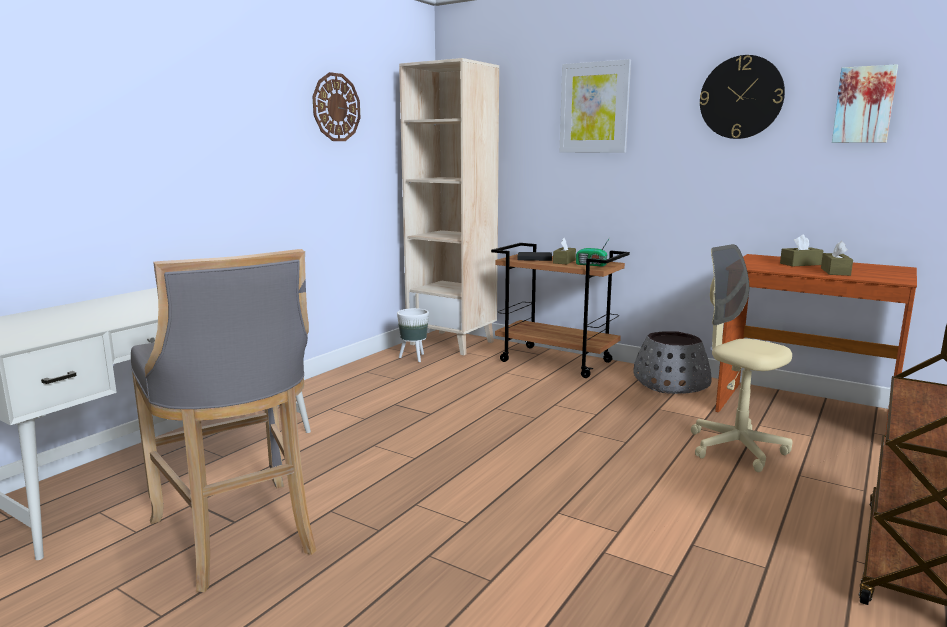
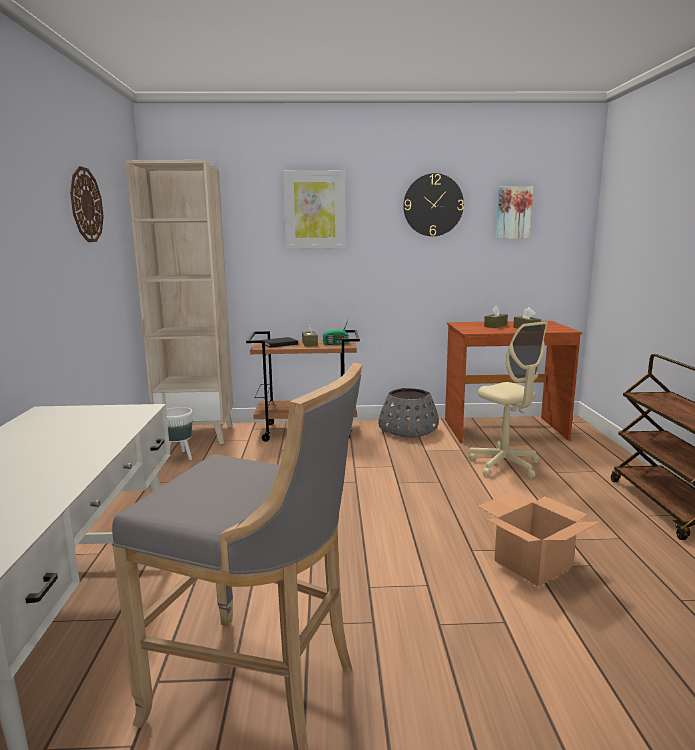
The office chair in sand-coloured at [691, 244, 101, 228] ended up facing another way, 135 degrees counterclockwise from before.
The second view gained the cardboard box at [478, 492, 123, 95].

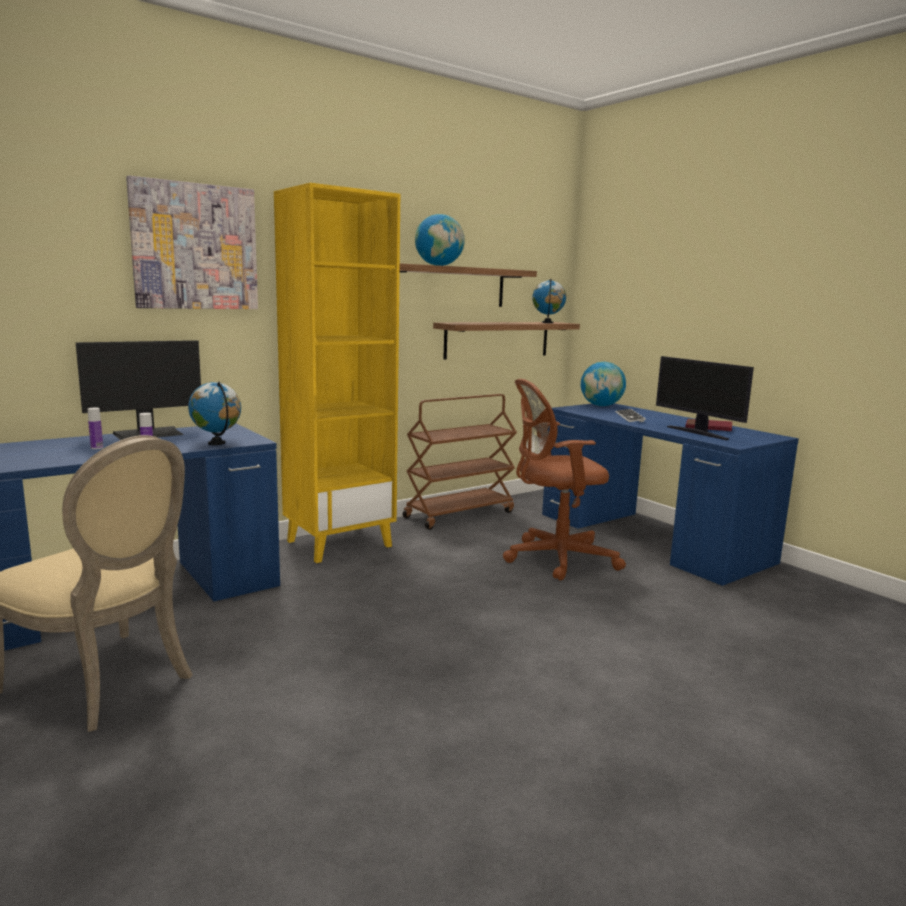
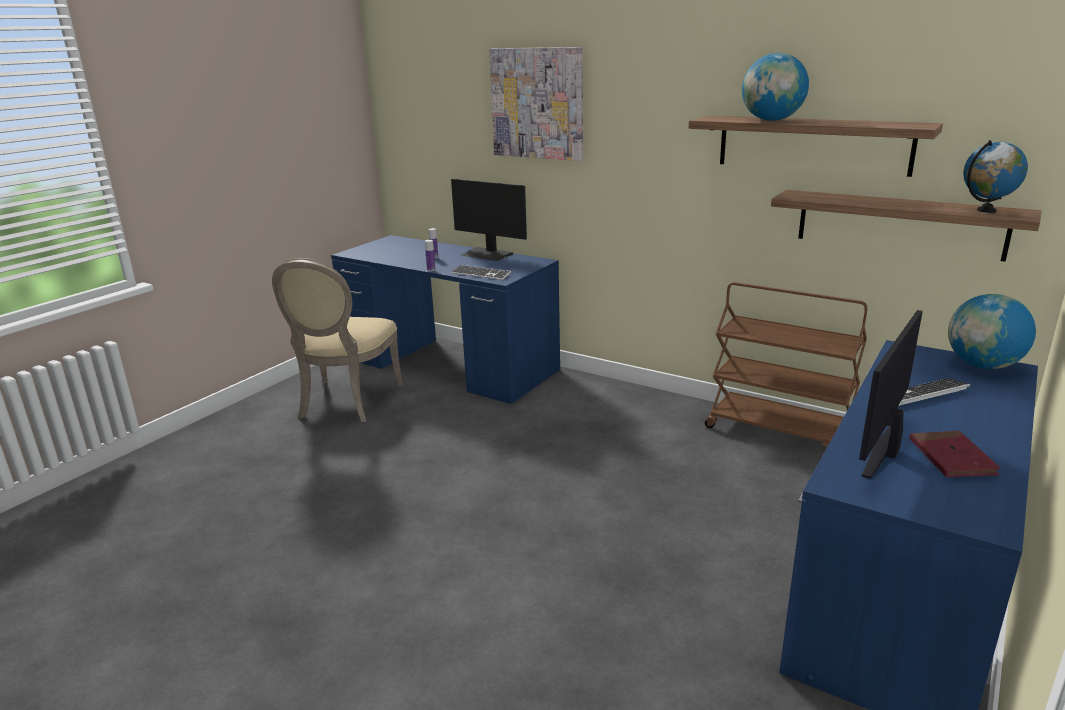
Where the globe stood at [188, 382, 53, 63], the PC keyboard came to stand at [451, 265, 60, 15].
The second view lost the bookshelf in yellowish at [274, 183, 126, 380].
The second view lost the office chair in brown-coloured at [503, 379, 123, 202].

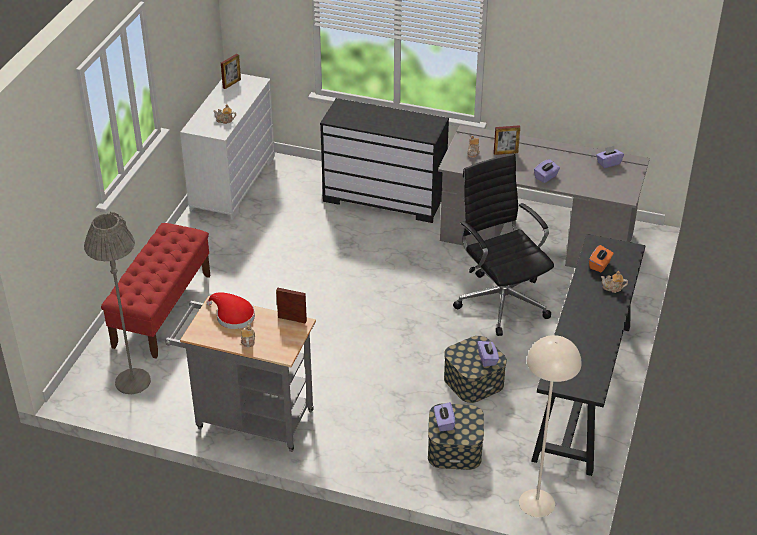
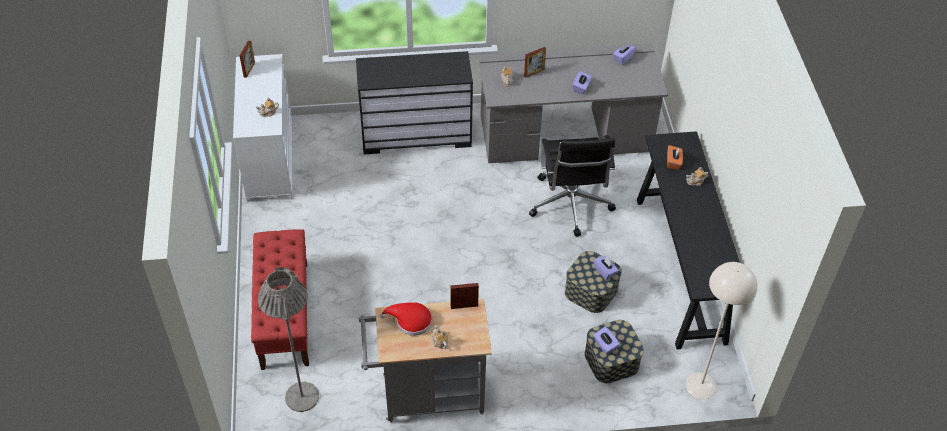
The office chair in blackish at [453, 154, 101, 182] ended up facing another way, 135 degrees counterclockwise from before.

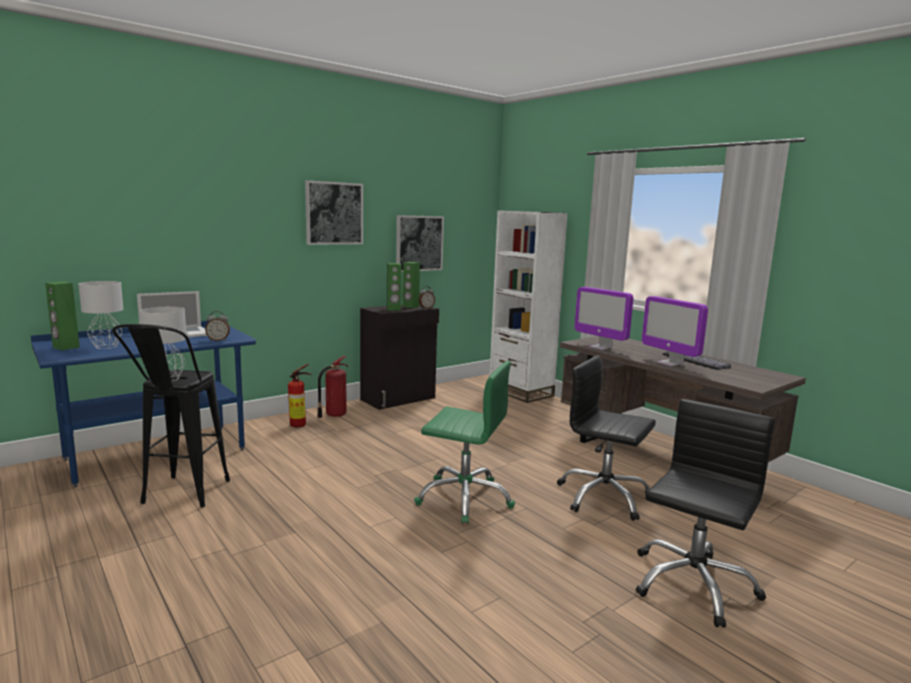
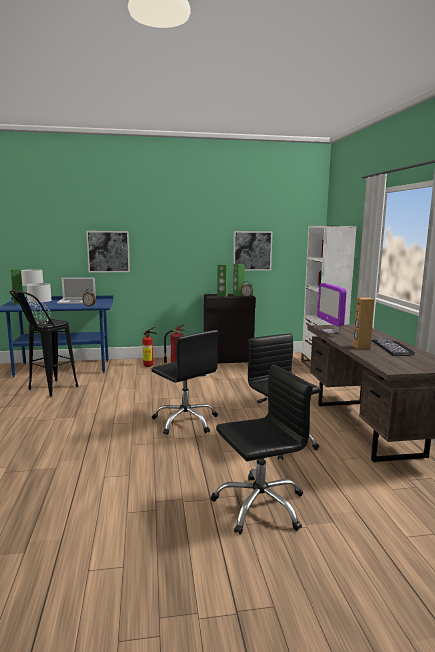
The picture ended up elsewhere, having gone from [305, 180, 58, 65] to [86, 231, 44, 42].
What was the office chair in greenish at [414, 361, 101, 163] turned into the office chair in blackish at [151, 330, 67, 105].
Where the computer display stood at [642, 296, 66, 70], the loudspeaker in brown-coloured came to stand at [353, 297, 21, 52].

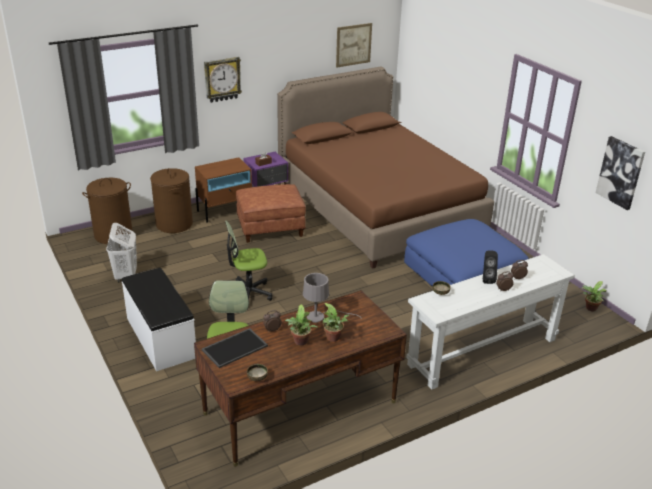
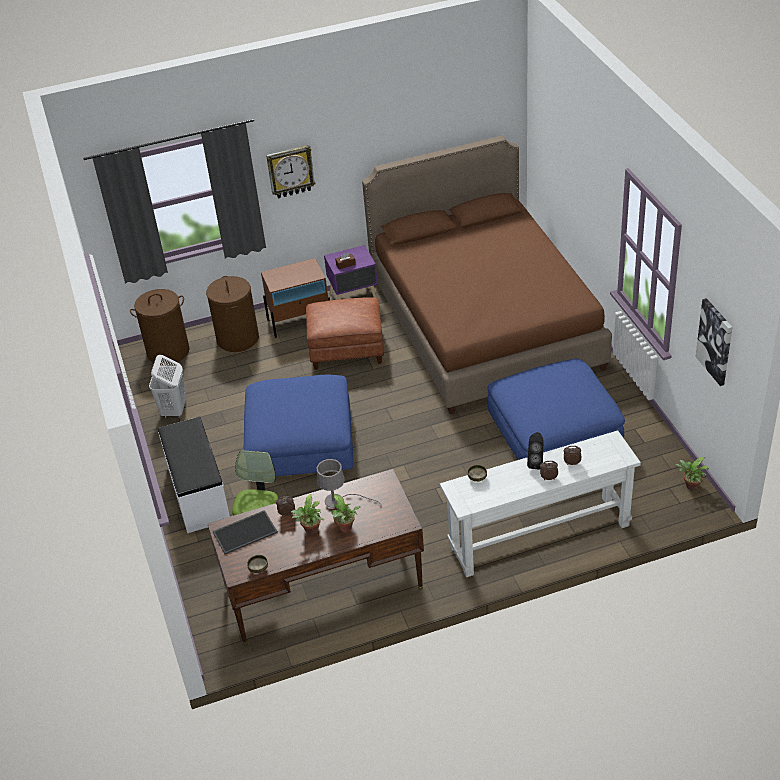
Where the office chair stood at [225, 221, 47, 80], the pouffe in blue-coloured came to stand at [244, 375, 109, 101].
The second view lost the picture at [336, 23, 36, 44].

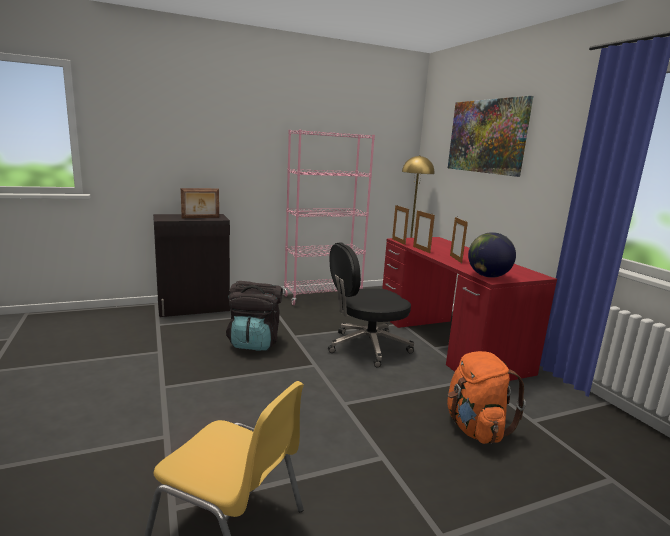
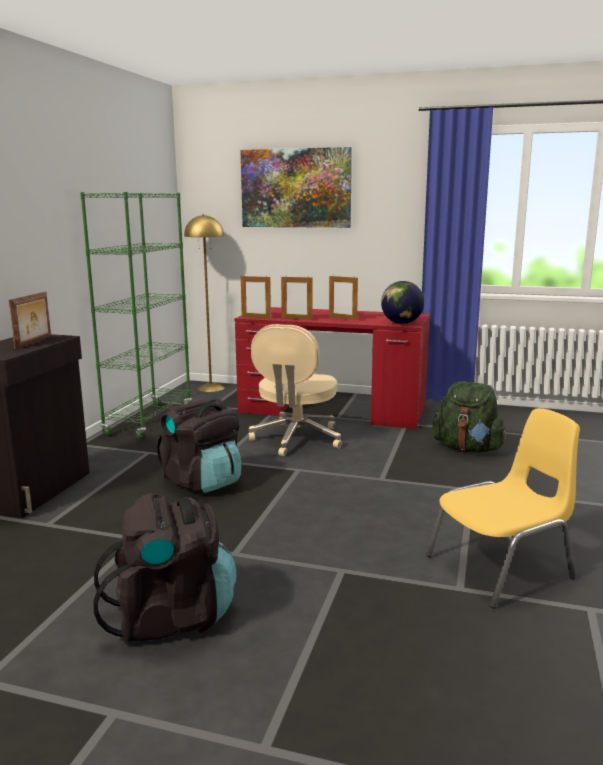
What was the bookshelf in pinkish at [283, 130, 92, 175] turned into the bookshelf in greenish at [80, 192, 112, 247].
The second view gained the rucksack in blackish at [94, 494, 142, 149].
What was the office chair in blackish at [328, 242, 86, 126] turned into the office chair in sand-coloured at [248, 324, 94, 132].
What was the rucksack in orange at [447, 351, 79, 93] turned into the rucksack in greenish at [432, 381, 75, 72].

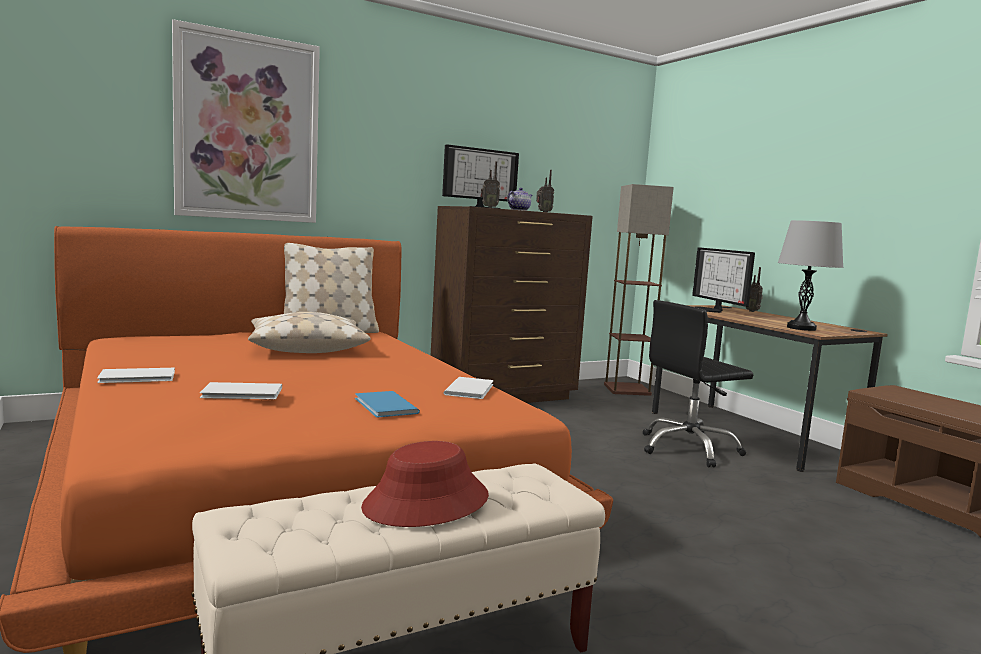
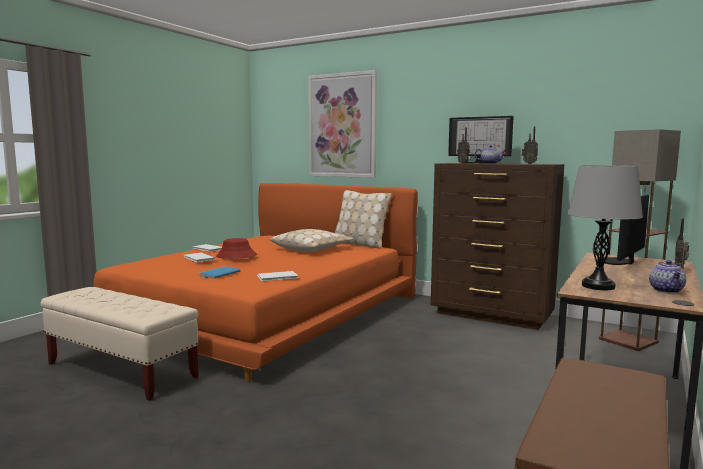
The clothing hat in reddish ended up elsewhere, having gone from [361, 441, 128, 86] to [216, 238, 41, 21].
The second view gained the pot for tea at [649, 260, 37, 33].
The second view lost the office chair in blackish at [643, 300, 110, 167].

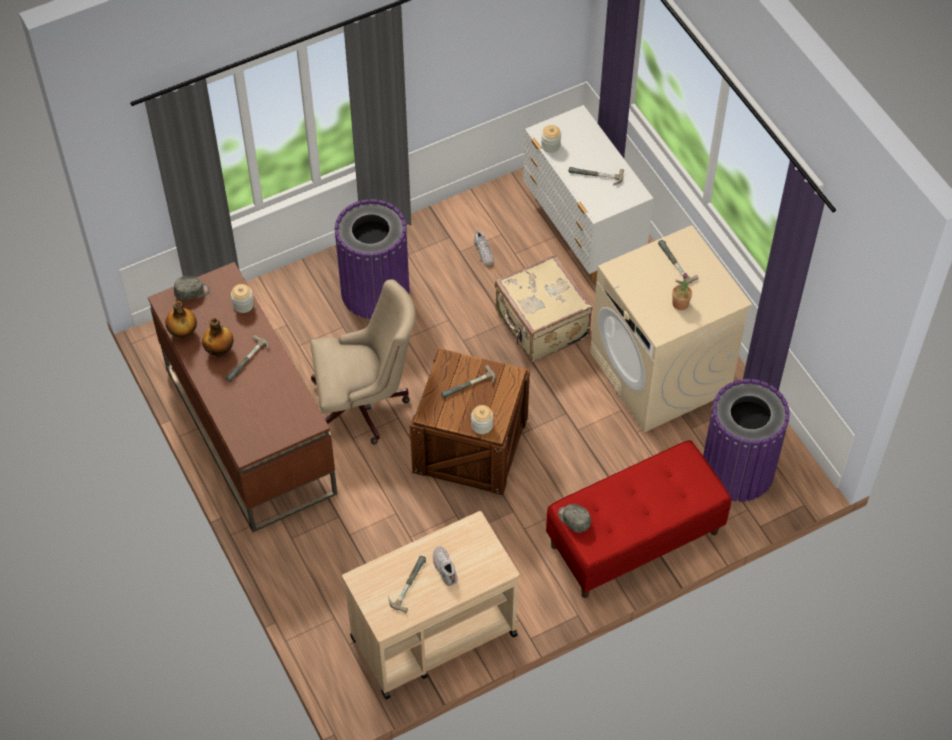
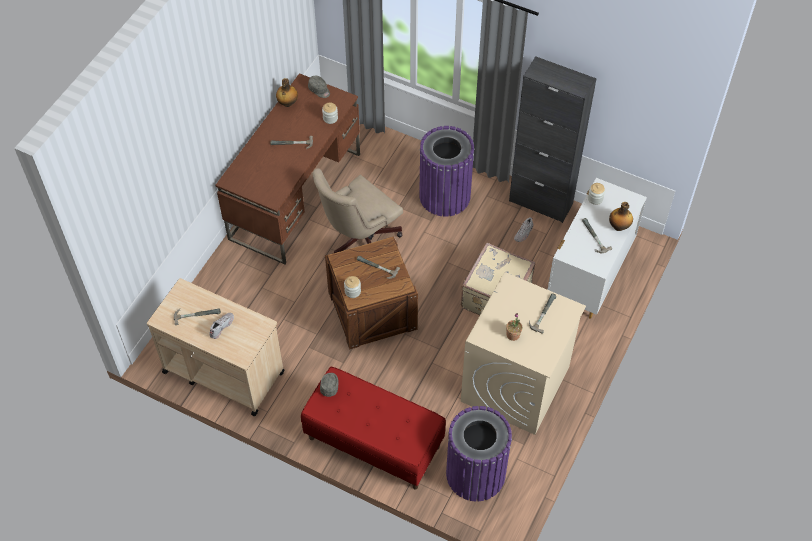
The office chair in sand-coloured at [311, 279, 105, 166] ended up facing another way, 90 degrees clockwise from before.
The second view gained the storage cabinet in blackish at [509, 56, 88, 167].
The bottle ended up elsewhere, having gone from [202, 318, 31, 39] to [609, 202, 24, 29].

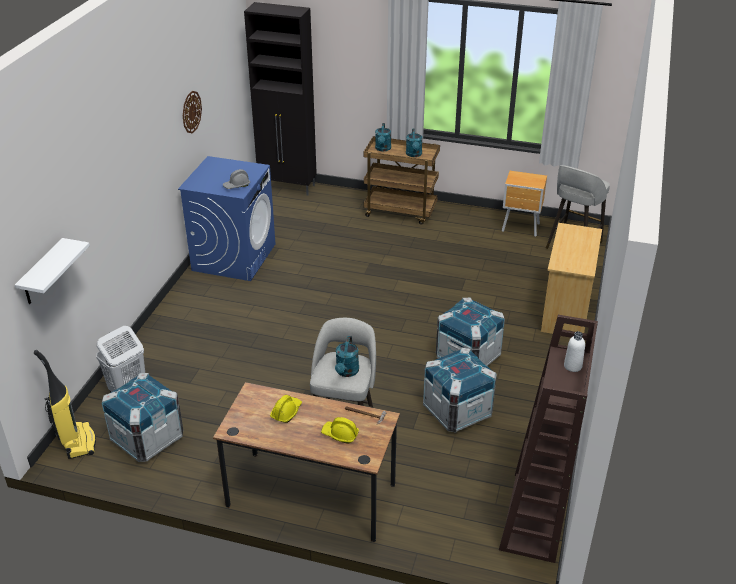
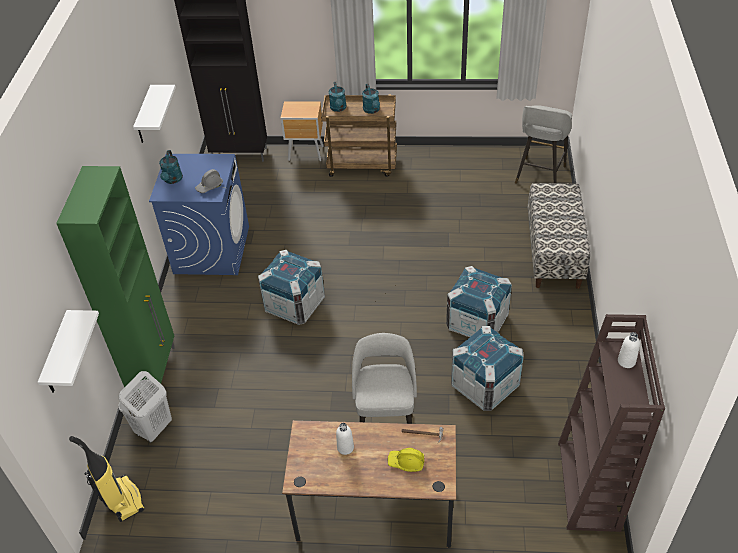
The second view gained the storage cabinet in greenish at [56, 166, 119, 233].
Where the hanging clock hung at [183, 91, 19, 42], the bracket shelf in white-coloured came to hang at [133, 85, 43, 58].
The watering pot in turquoise ended up elsewhere, having gone from [335, 336, 24, 41] to [159, 150, 24, 34].
The shipping crate ended up elsewhere, having gone from [102, 373, 81, 89] to [258, 250, 67, 75].
The nightstand in brown-coloured ended up elsewhere, having gone from [502, 171, 45, 66] to [281, 102, 43, 59].
Where the safety helmet in yellowish stood at [270, 395, 32, 28], the bottle in white-coloured came to stand at [336, 423, 18, 32].
Where the chest of drawers in sand-coloured stood at [541, 223, 61, 111], the bench came to stand at [527, 183, 63, 106].

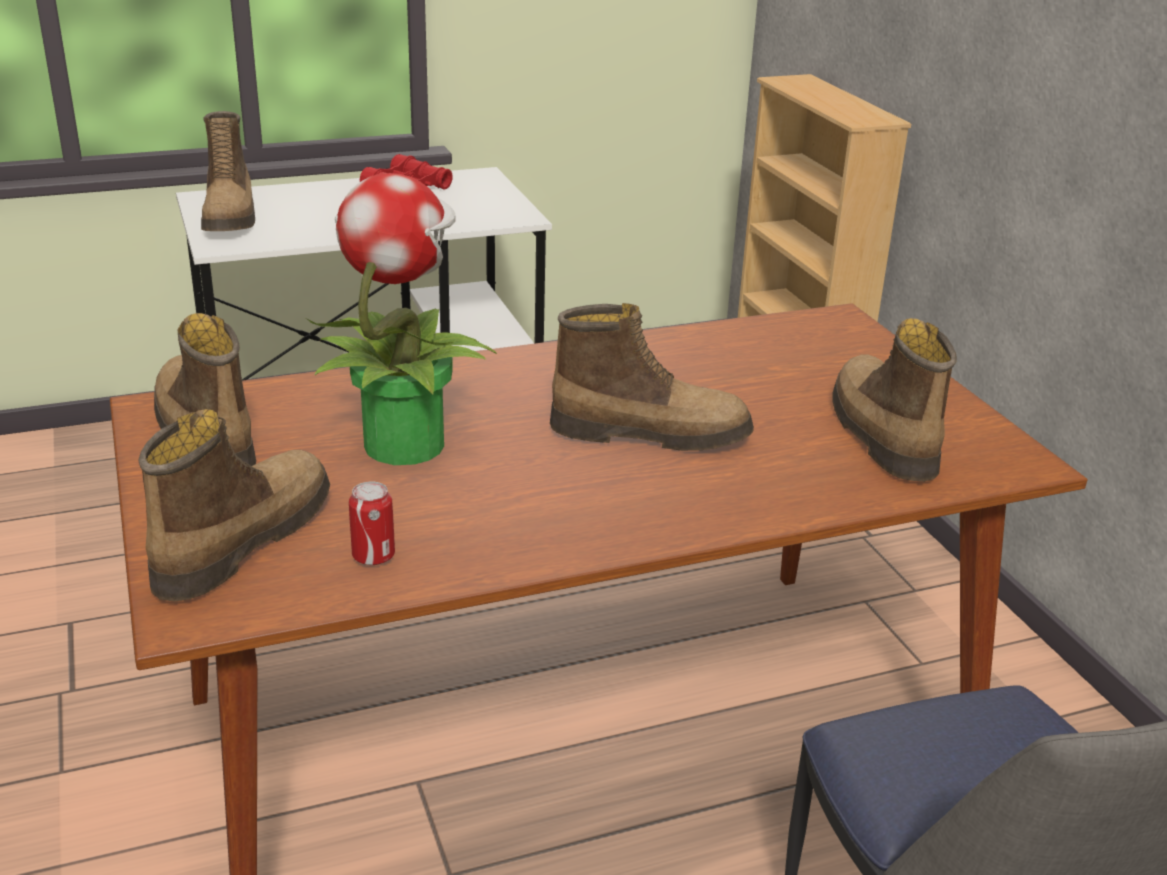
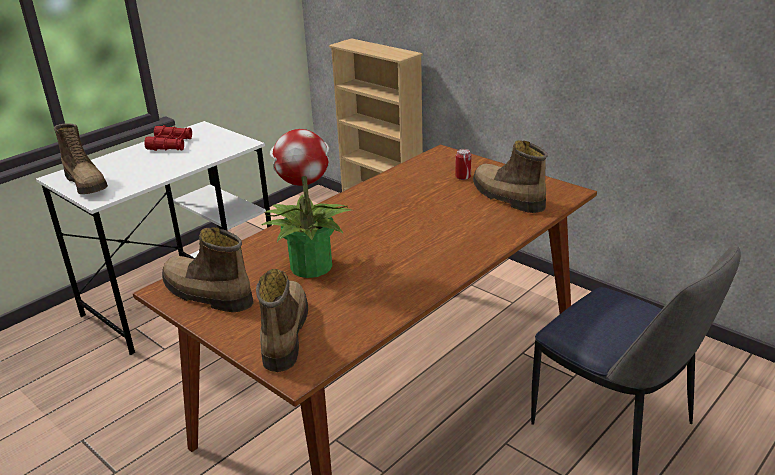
The sealed can ended up elsewhere, having gone from [349, 481, 46, 84] to [455, 149, 16, 31].
The second view lost the tall boot at [550, 303, 204, 148].

